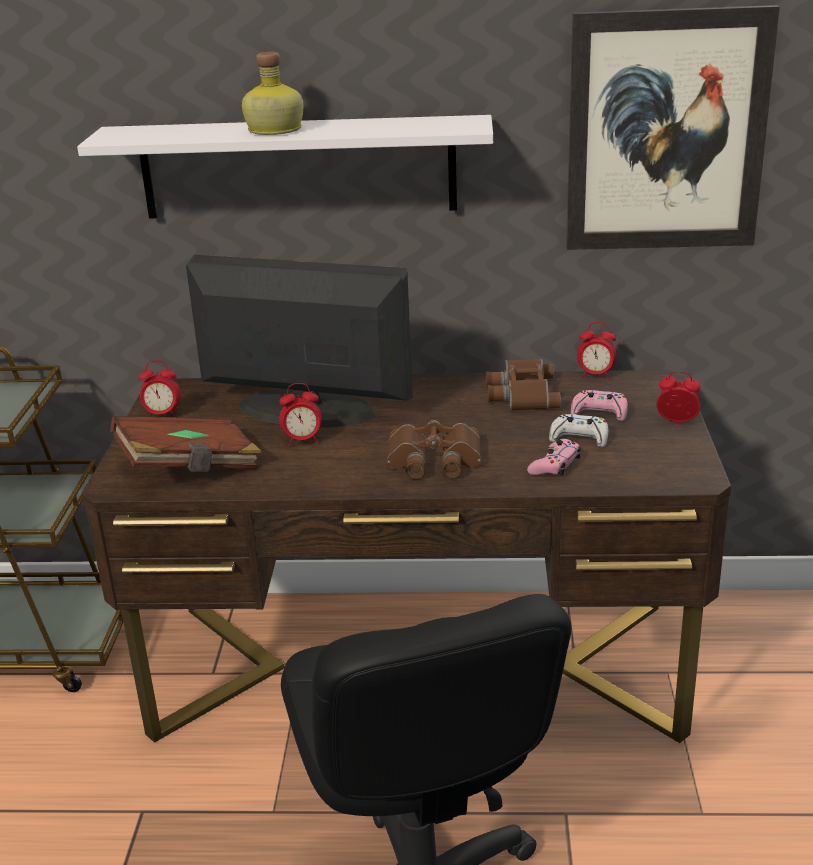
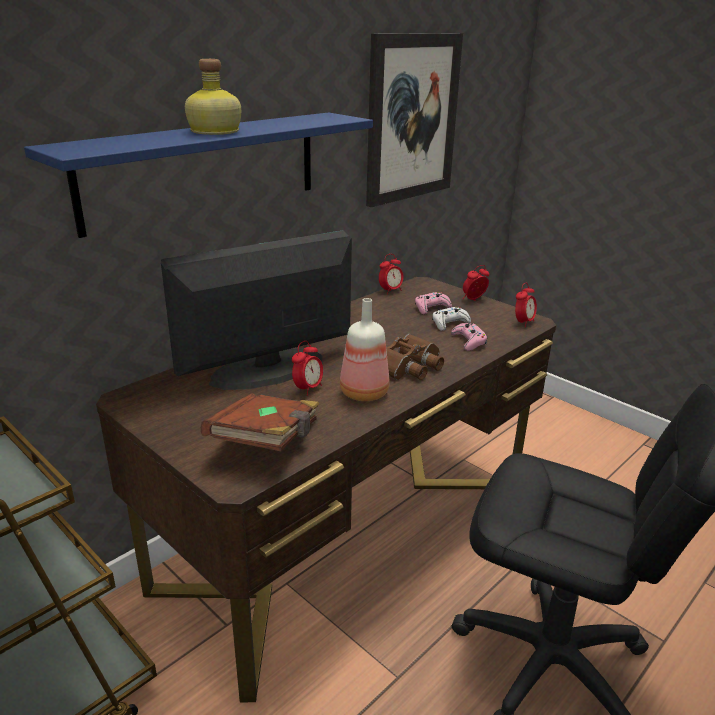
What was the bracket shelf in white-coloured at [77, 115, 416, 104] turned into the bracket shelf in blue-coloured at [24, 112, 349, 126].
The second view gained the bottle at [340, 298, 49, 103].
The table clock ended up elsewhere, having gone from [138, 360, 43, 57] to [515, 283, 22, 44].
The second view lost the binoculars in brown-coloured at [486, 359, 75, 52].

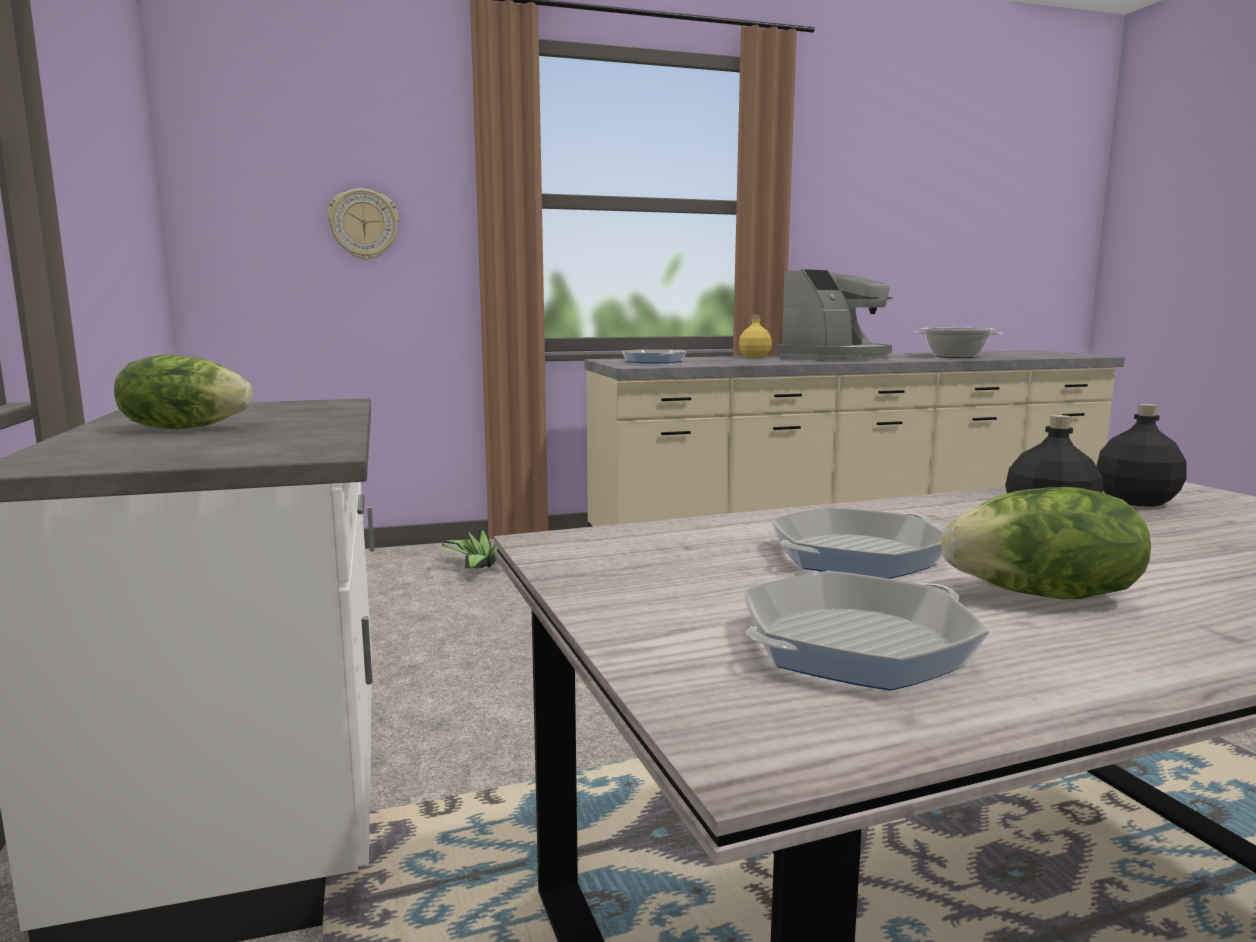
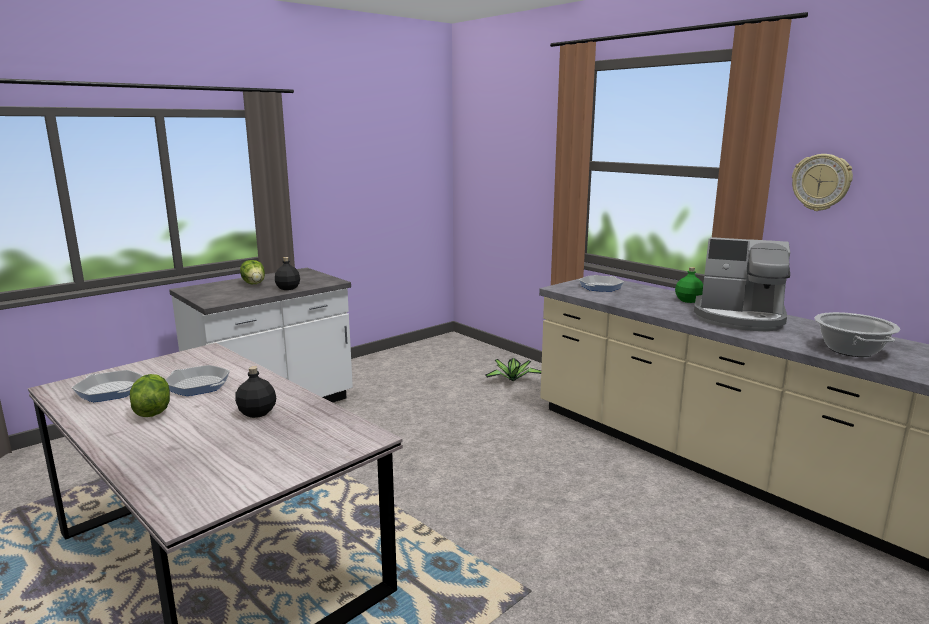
The bottle in blackish ended up elsewhere, having gone from [1096, 404, 91, 103] to [275, 257, 25, 33].
What was the bottle in yellowish at [739, 315, 33, 43] turned into the bottle in greenish at [675, 267, 28, 36].
The hanging clock ended up elsewhere, having gone from [328, 188, 71, 72] to [792, 154, 61, 57].

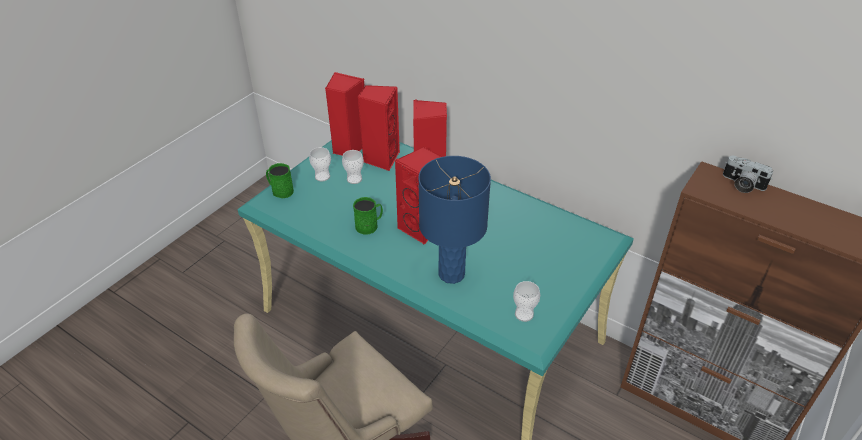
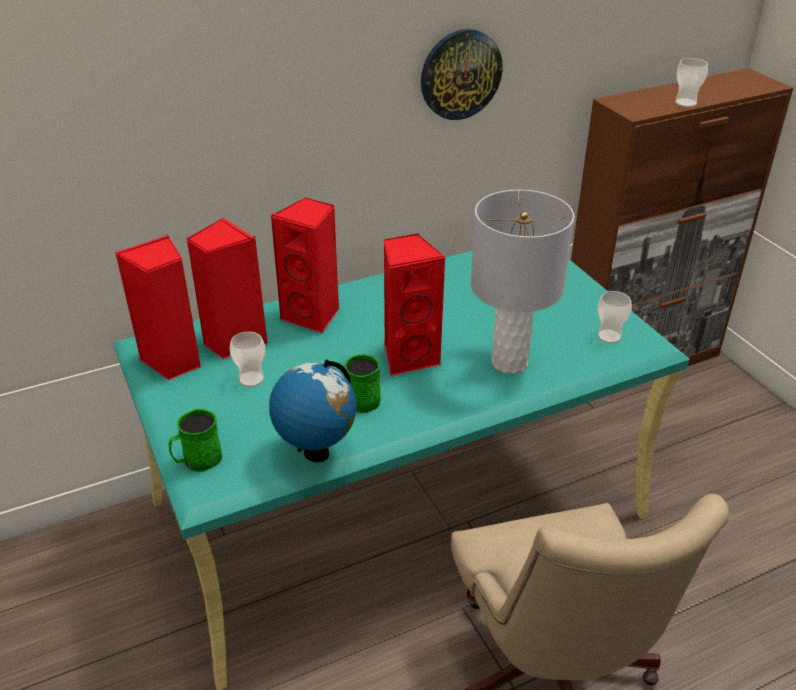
The second view gained the globe at [269, 359, 88, 103].
The second view gained the hanging clock at [421, 29, 82, 91].
What was the tabletop lamp in blue-coloured at [418, 156, 73, 128] turned into the tabletop lamp in grey at [471, 190, 103, 184].
The cup ended up elsewhere, having gone from [309, 147, 22, 34] to [675, 58, 33, 49].
The second view lost the photo camera at [723, 156, 50, 37].

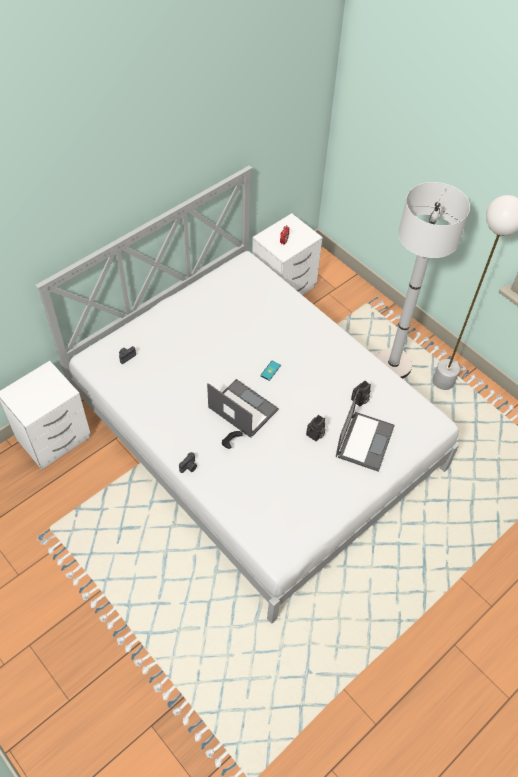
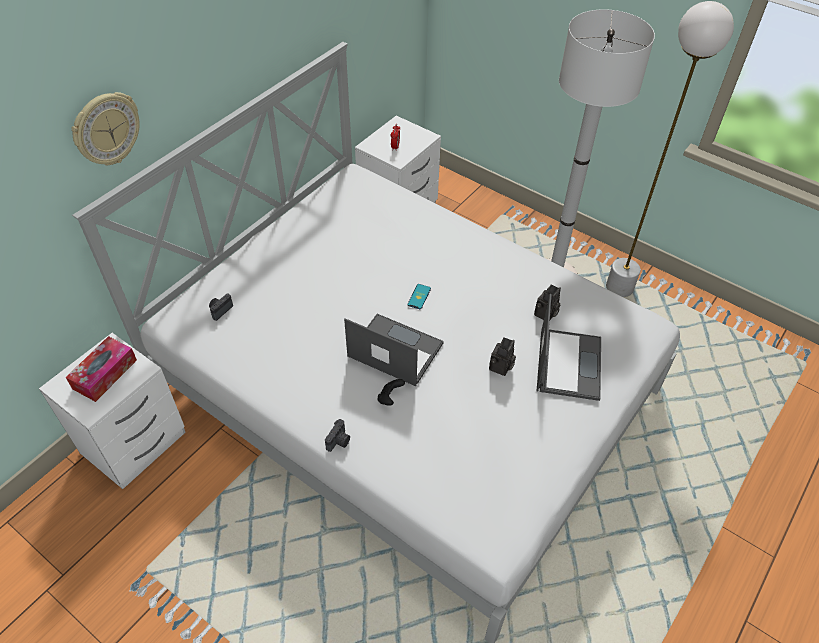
The second view gained the tissue box at [66, 336, 71, 66].
The second view gained the hanging clock at [72, 92, 68, 73].

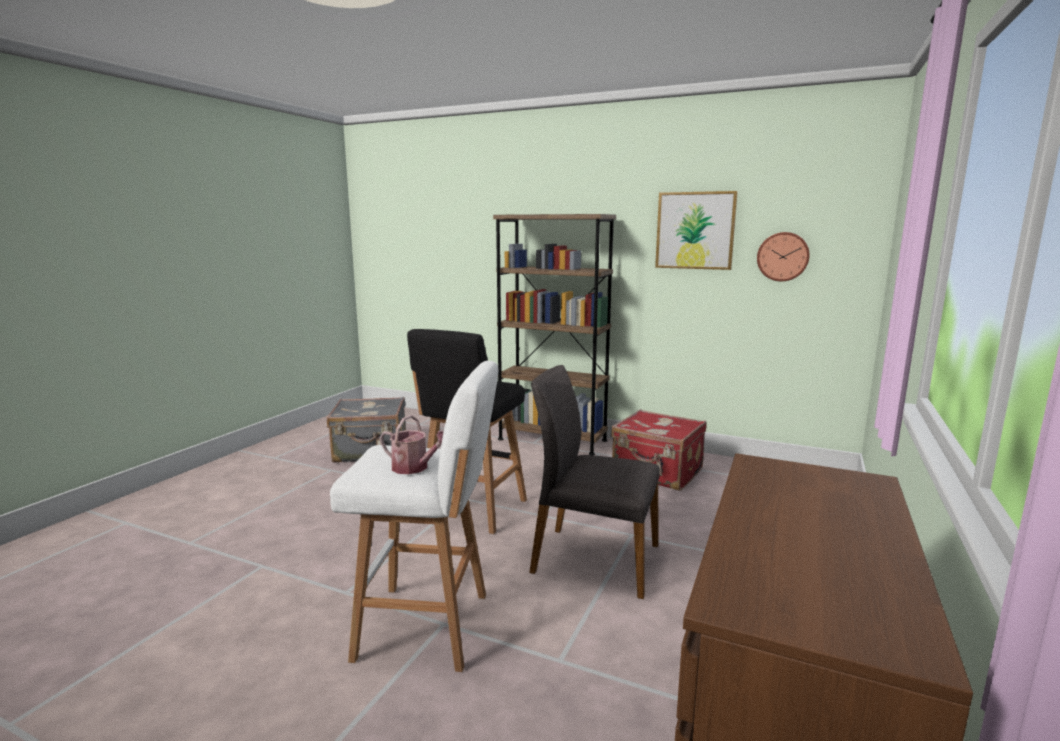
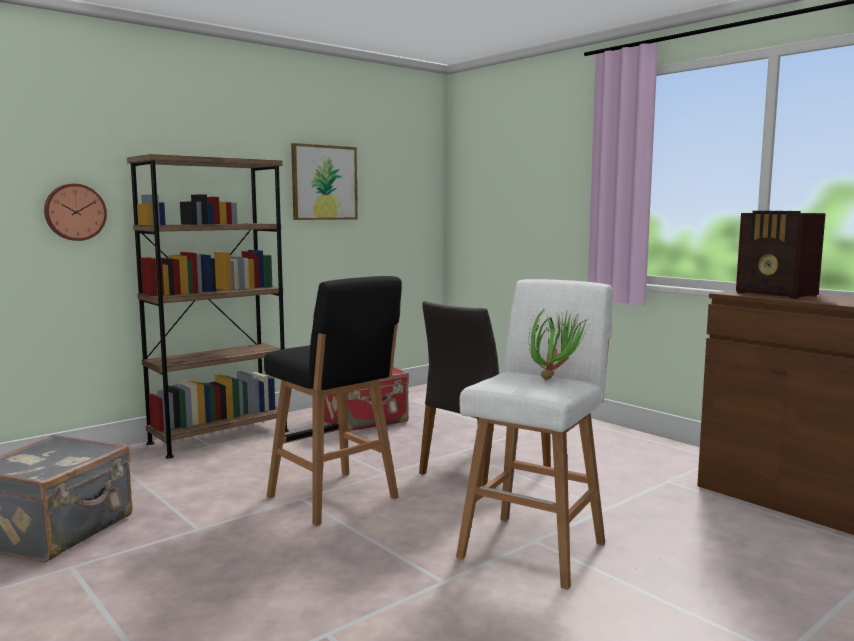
The hanging clock ended up elsewhere, having gone from [757, 232, 53, 49] to [44, 184, 63, 57].
Where the watering pot stood at [380, 415, 64, 59], the potted plant came to stand at [529, 305, 60, 75].
The second view gained the radio receiver at [736, 211, 90, 88].

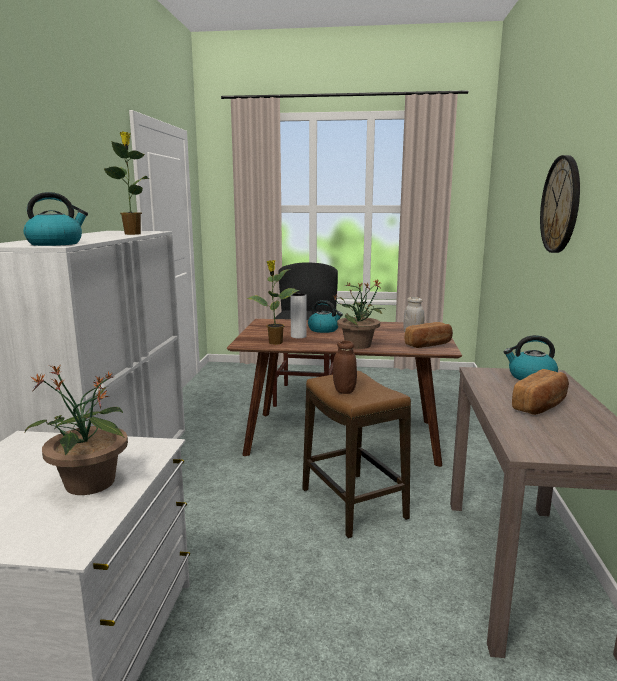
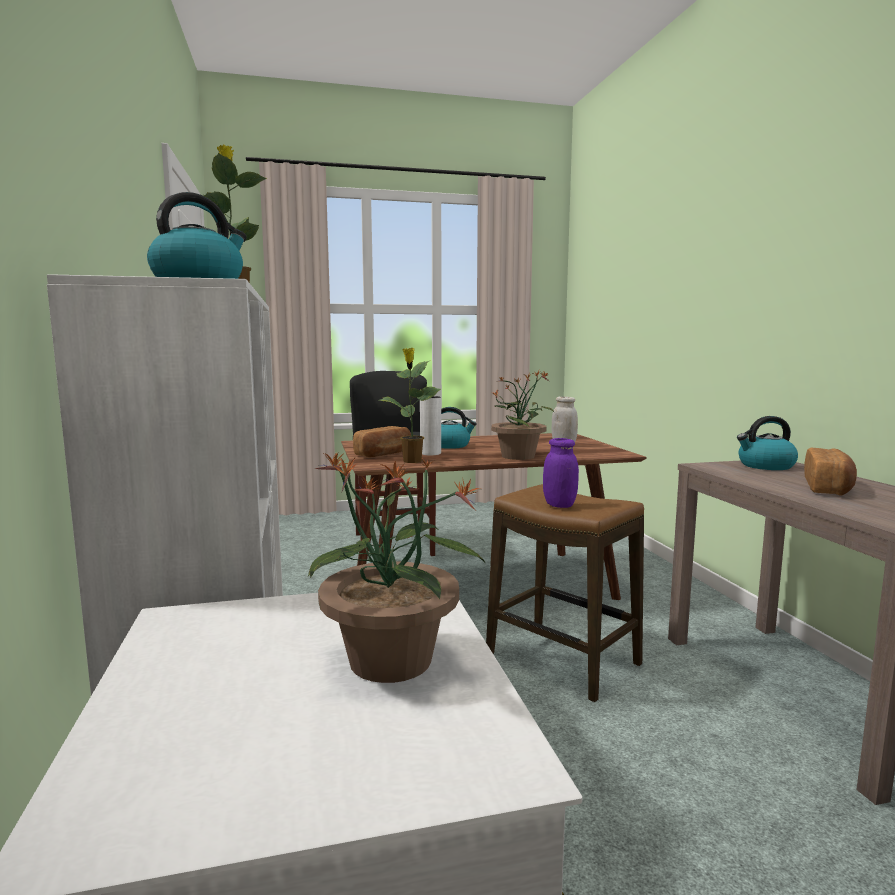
The bread ended up elsewhere, having gone from [405, 322, 48, 26] to [353, 426, 58, 32].
What was the jar in brown-coloured at [333, 341, 24, 53] turned into the jar in purple-coloured at [543, 438, 36, 70].
The second view lost the hanging clock at [540, 155, 40, 98].

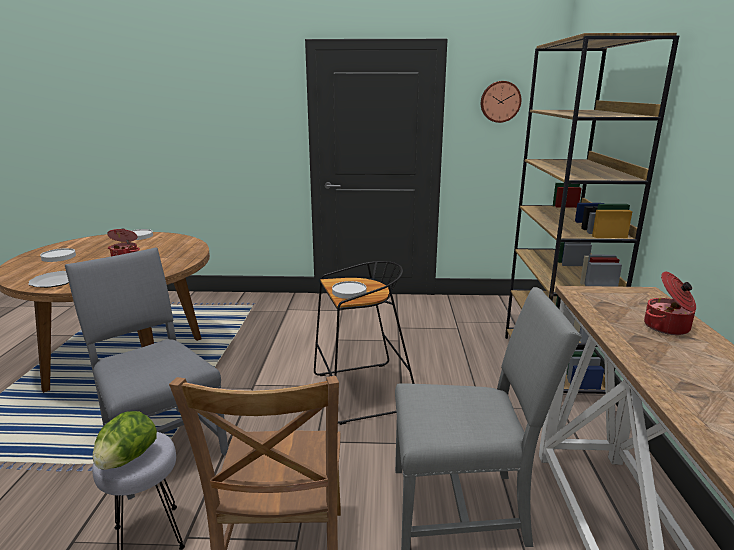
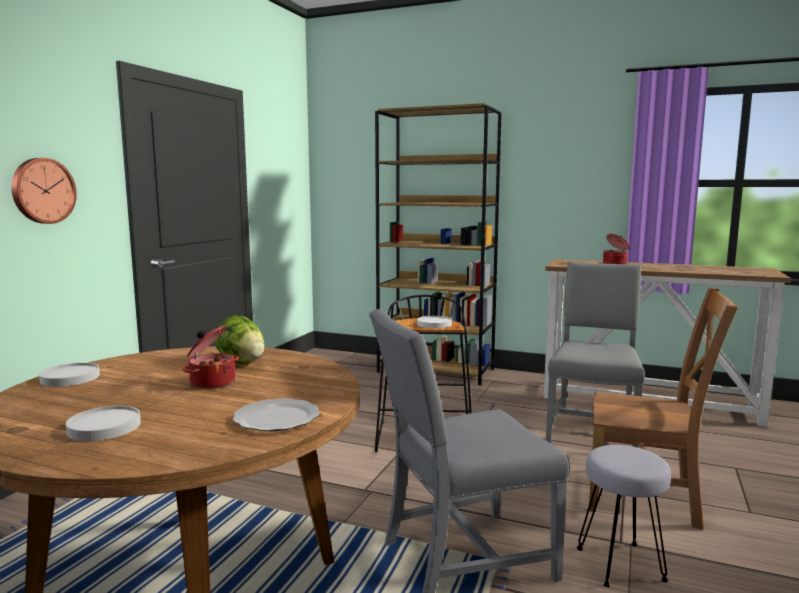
The hanging clock ended up elsewhere, having gone from [481, 81, 40, 42] to [11, 158, 66, 66].
The lettuce head ended up elsewhere, having gone from [93, 411, 64, 59] to [214, 315, 51, 49].

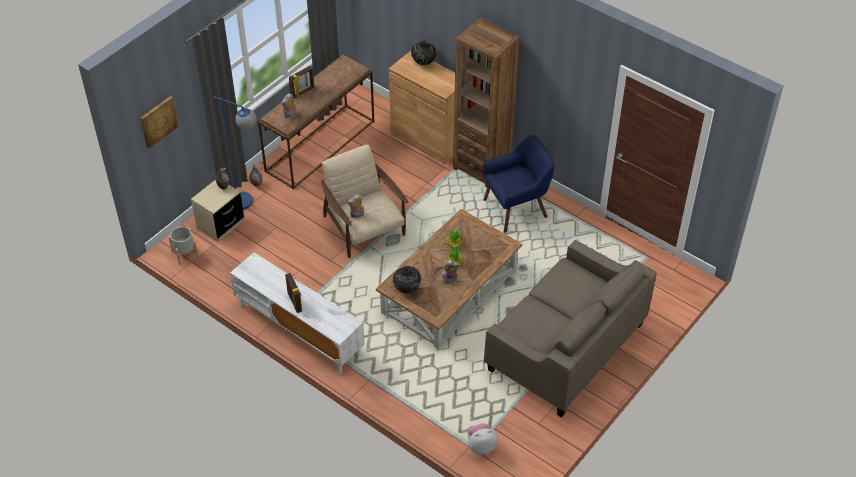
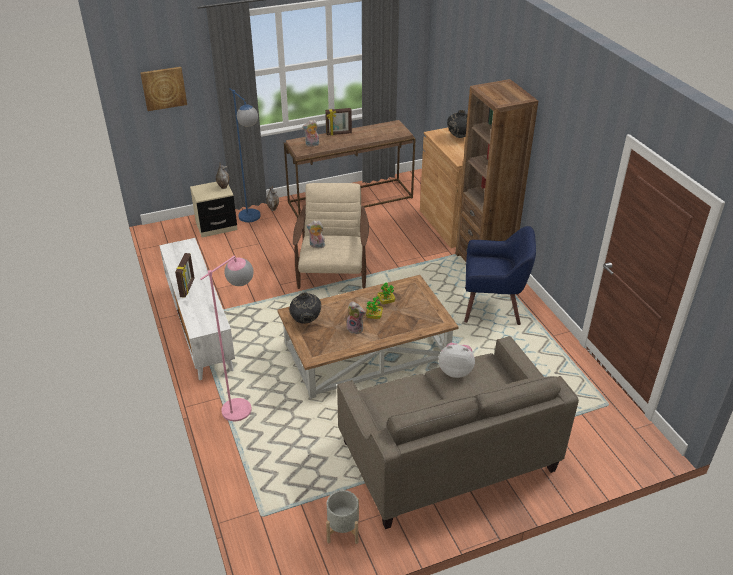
The second view gained the standing lamp in pinkish at [200, 256, 54, 165].
The planter in grey ended up elsewhere, having gone from [169, 226, 30, 39] to [326, 490, 33, 54].
The plush toy ended up elsewhere, having gone from [467, 423, 31, 32] to [439, 343, 36, 35].

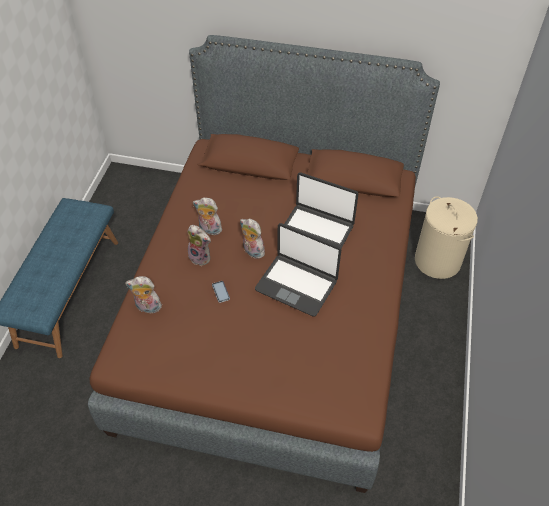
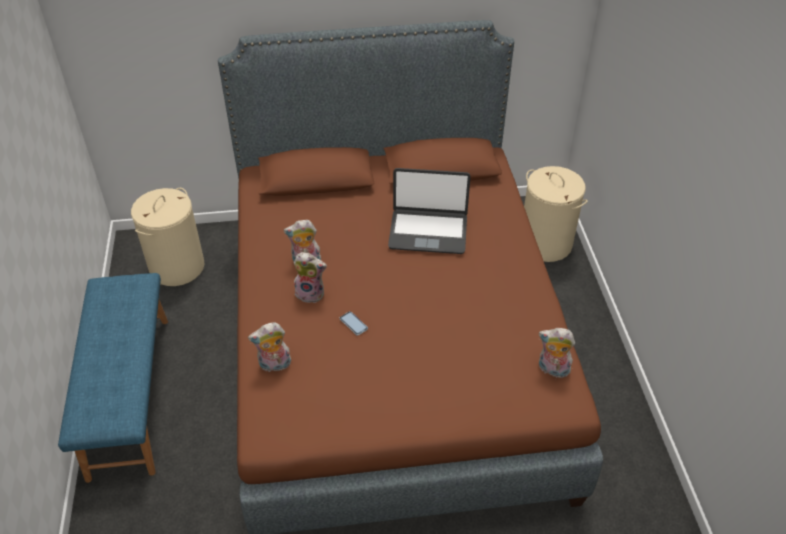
The second view gained the hamper in sand-coloured at [131, 188, 74, 98].
The plush toy ended up elsewhere, having gone from [240, 218, 26, 41] to [539, 328, 36, 50].
The second view lost the portable computer at [255, 223, 86, 94].

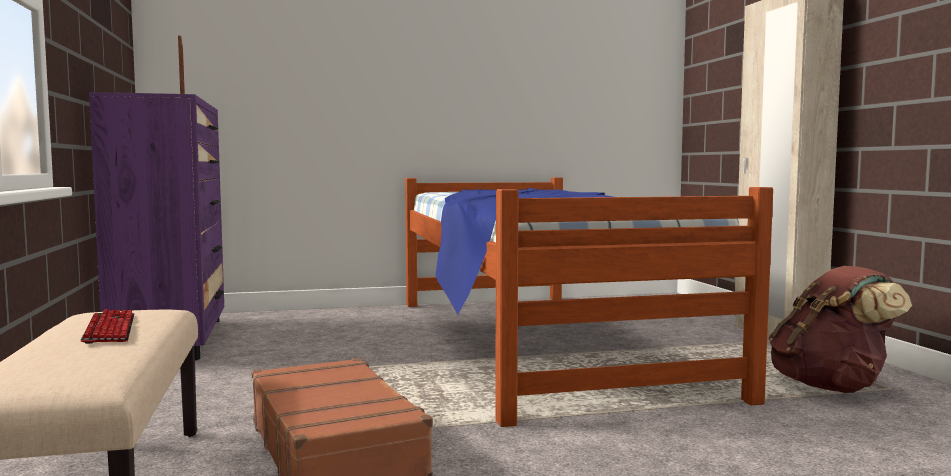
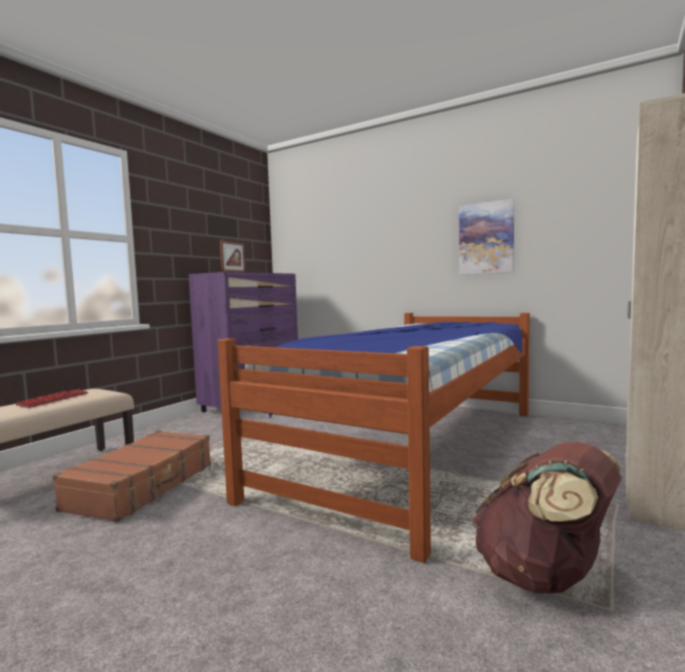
The second view gained the picture at [459, 199, 55, 76].

